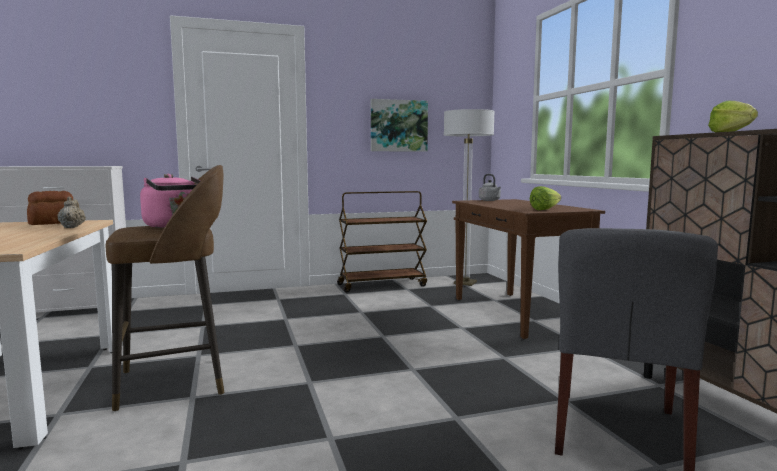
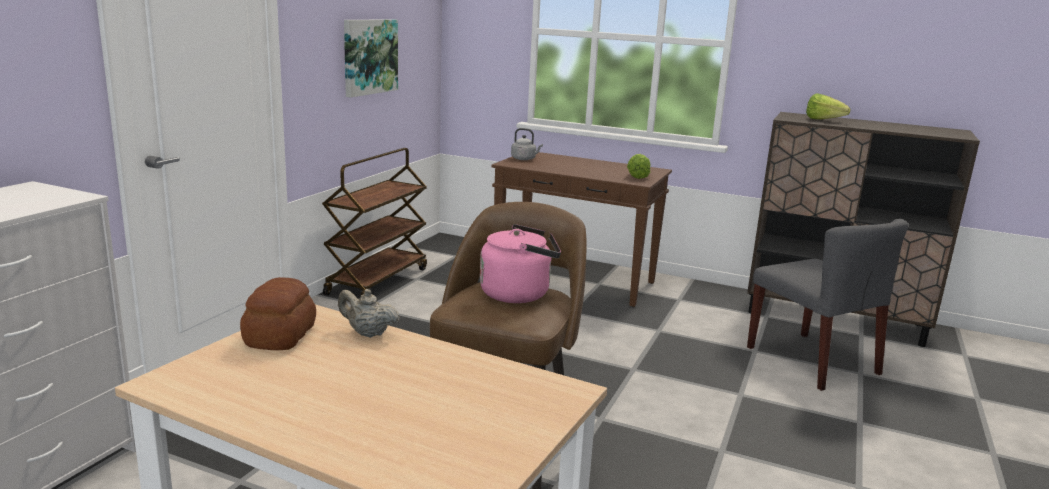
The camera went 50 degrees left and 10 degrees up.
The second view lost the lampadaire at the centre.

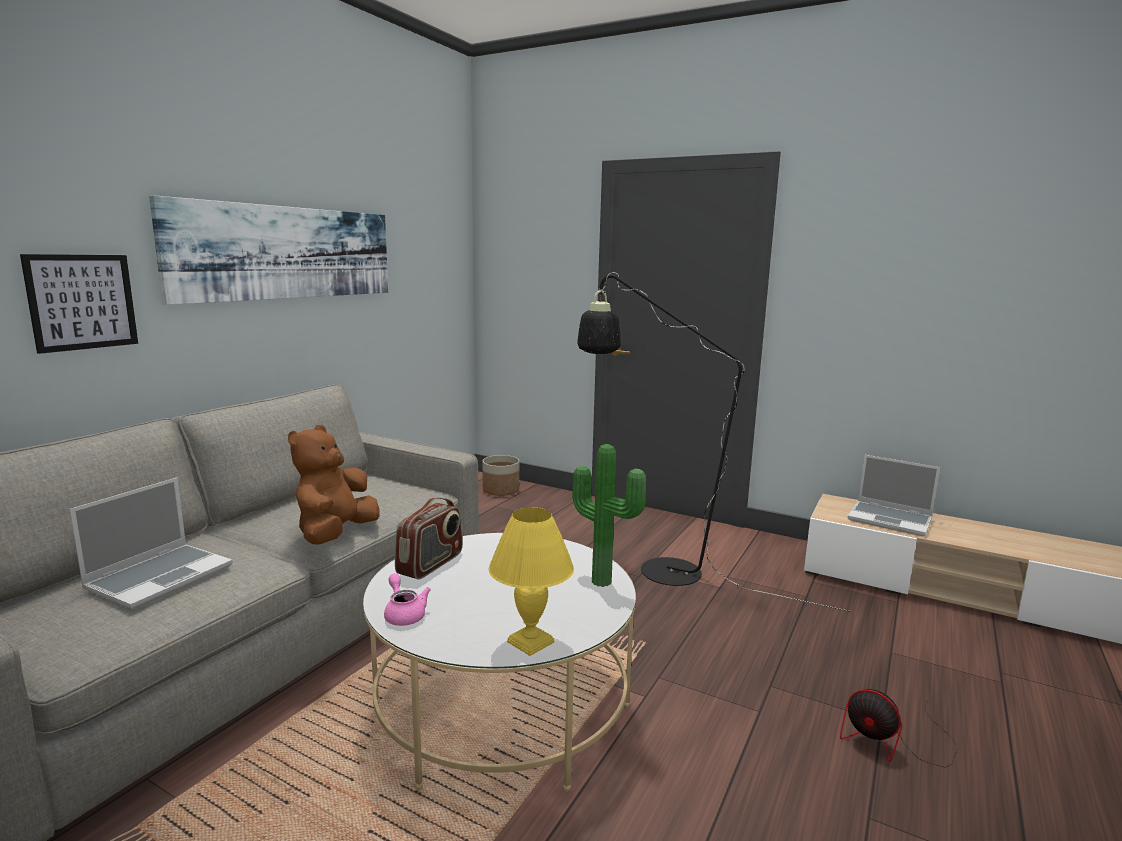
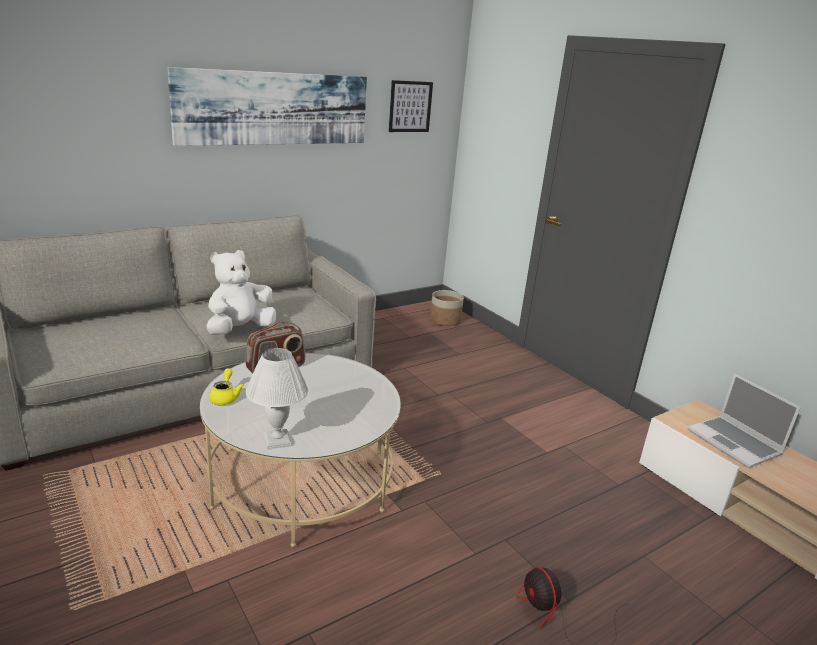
The camera went 25 degrees right and 10 degrees up.
The second view lost the ordinateur portable (no. 1 from left) at the middle left.
The second view lost the plante en pot at the centre.
The second view lost the lampadaire/noir at the centre.
The tableau (no. 1 from left in the first image) ended up elsewhere, having gone from the middle left to the top centre.
What was the peluche/marron at the middle left turned into the peluche/blanc at the middle left.
What was the théière/rose at the bottom centre turned into the théière/jaune at the middle left.
What was the lampe de table/jaune at the bottom centre turned into the lampe de table/blanc at the centre.

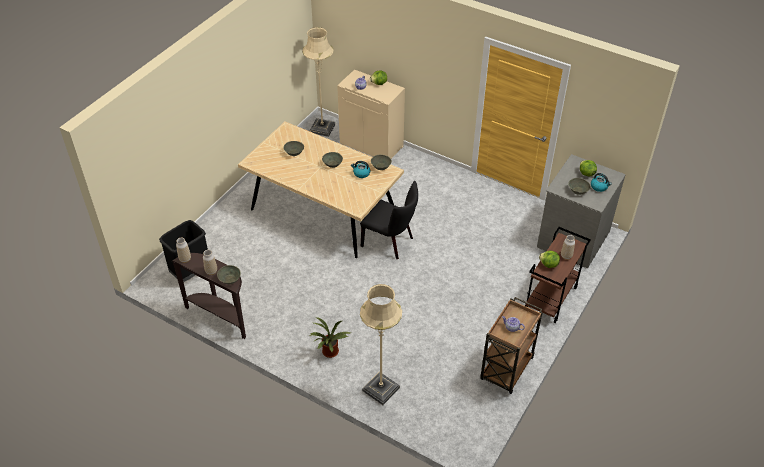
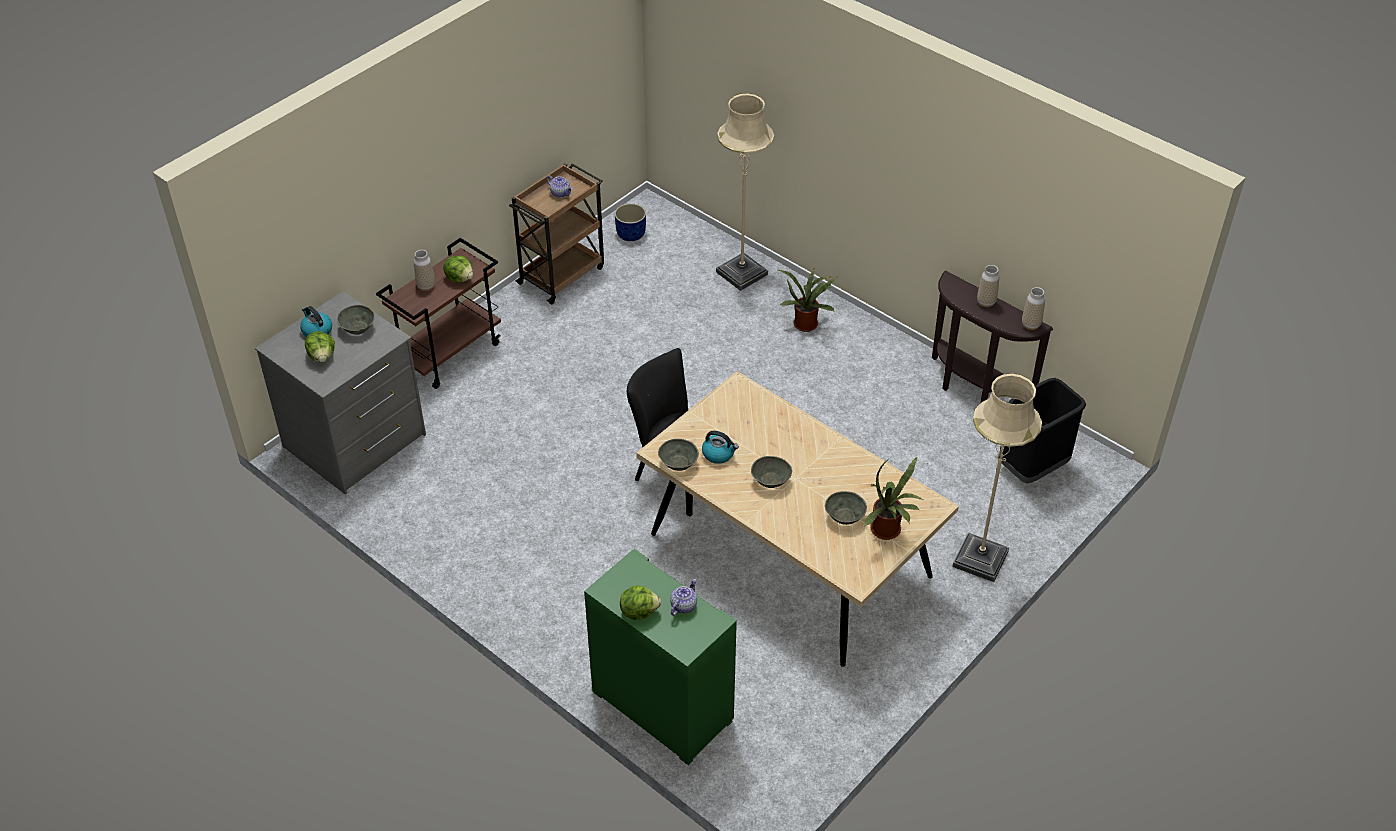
The camera went 170 degrees left and 0 degrees up.
The second view lost the bol/gris (no. 1 from left) at the middle left.
The second view gained the cache-pot/bleu at the top centre.
The second view gained the plante en pot (no. 2 from left) at the centre.
The lampadaire/beige (no. 1 from left in the first image) ended up elsewhere, having gone from the top centre to the middle right.
What was the meuble de rangement/beige at the top centre turned into the meuble de rangement/vert at the bottom centre.

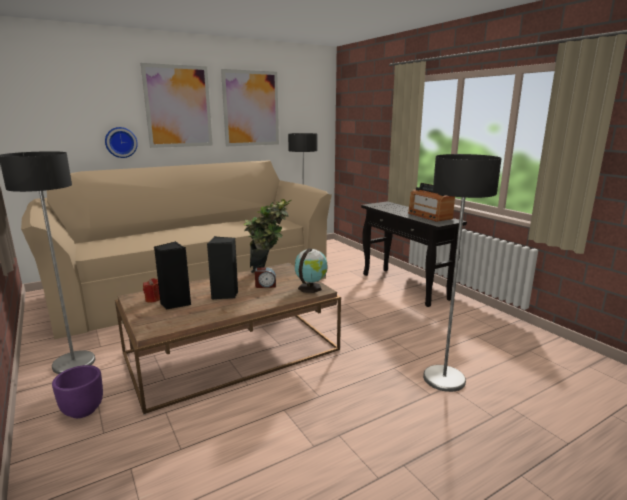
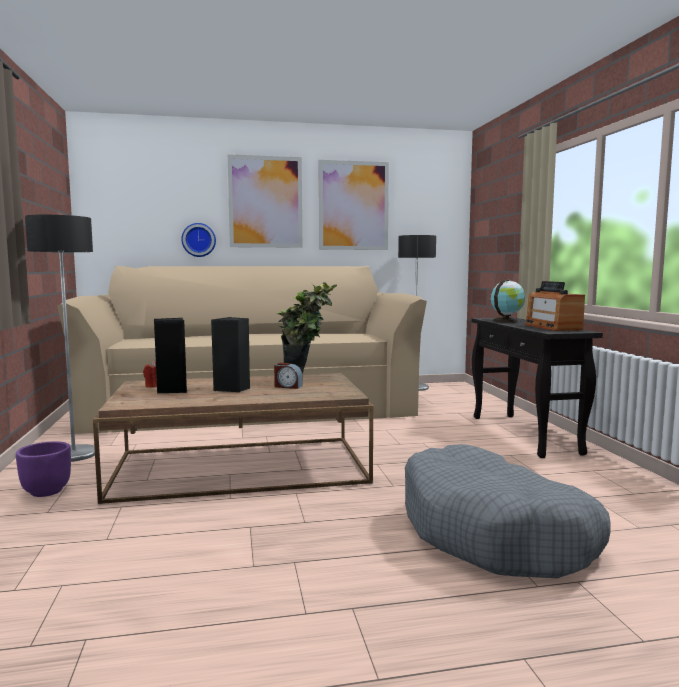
The camera went 20 degrees right and 10 degrees down.
The globe ended up elsewhere, having gone from the centre to the middle right.
Where the lampadaire (no. 3 from left) stood at the middle right, the panier pour chien/gris came to stand at the bottom right.

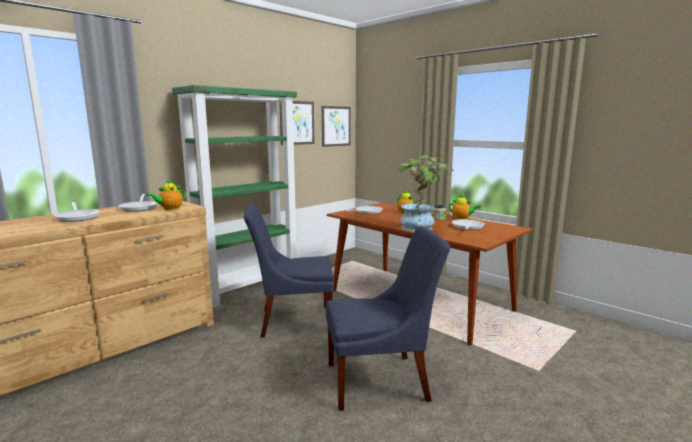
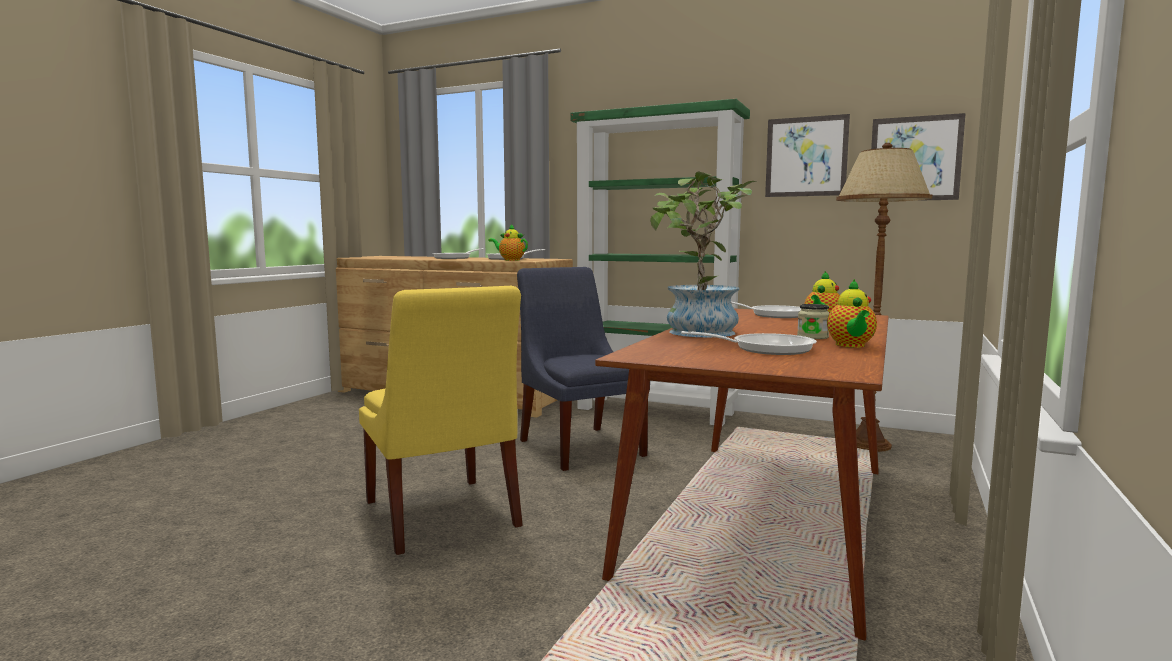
The camera went 70 degrees right and 5 degrees down.
The second view gained the lampadaire/marron at the middle right.
What was the chaise/bleu (no. 2 from left) at the bottom centre turned into the chaise/jaune at the centre.

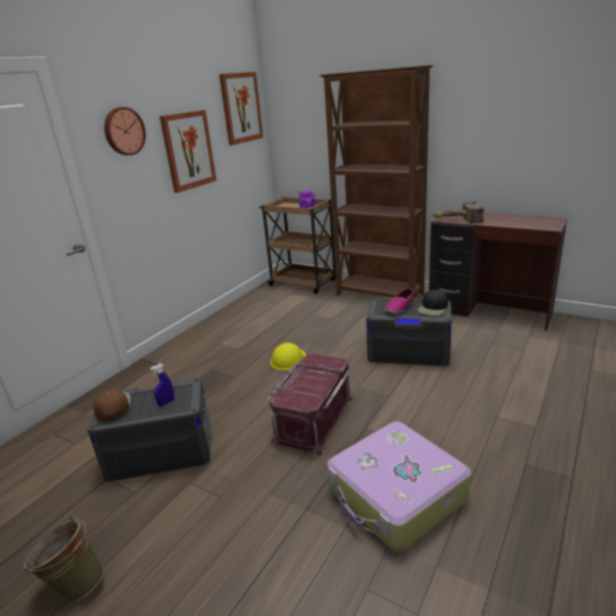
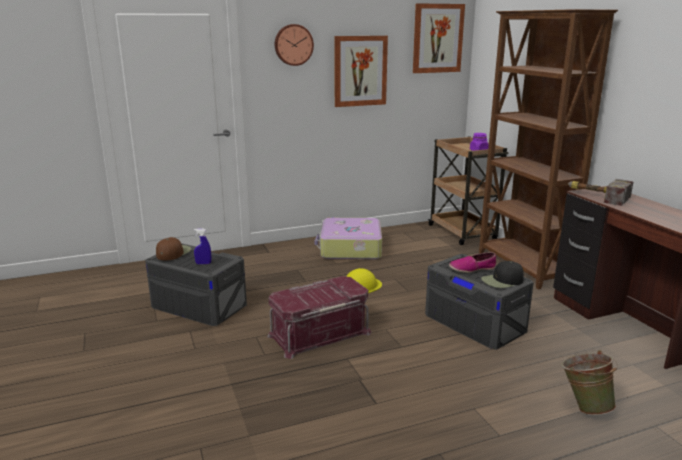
The camera went 35 degrees right and 5 degrees down.
The seau/vert ended up elsewhere, having gone from the bottom left to the bottom right.
The valise ended up elsewhere, having gone from the bottom centre to the centre.

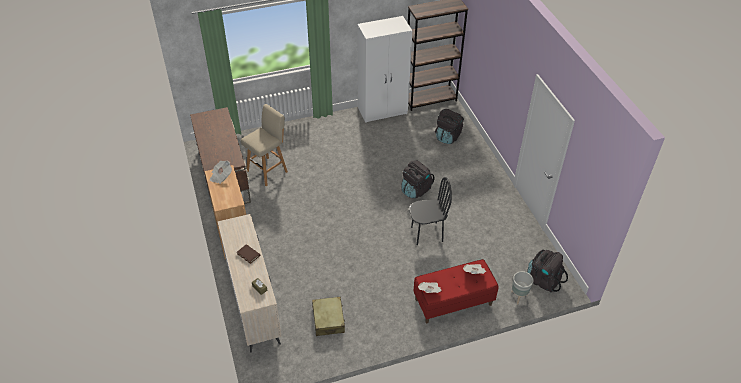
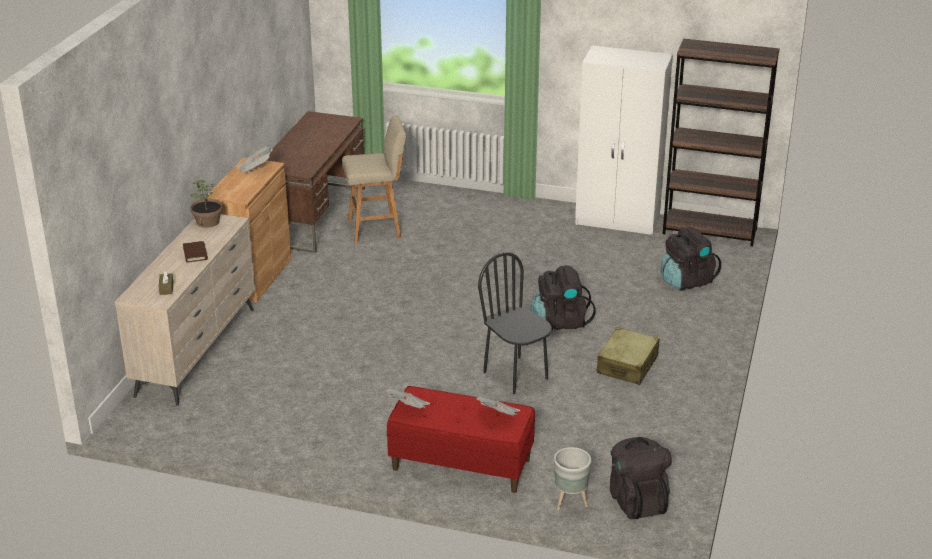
The camera went 35 degrees right and 15 degrees down.
The second view gained the plante en pot at the middle left.
The valise/beige ended up elsewhere, having gone from the bottom centre to the middle right.
The chaise/noir at the centre ended up facing another way, 150 degrees counterclockwise from before.

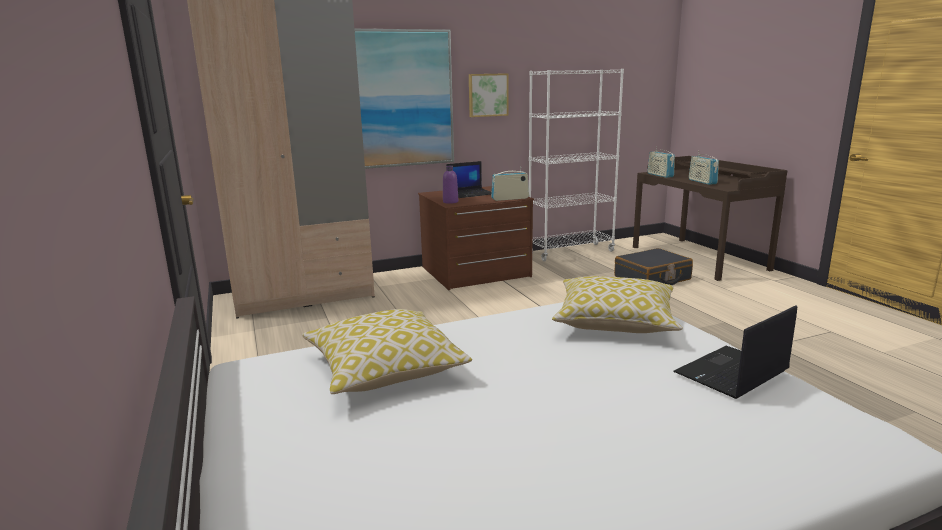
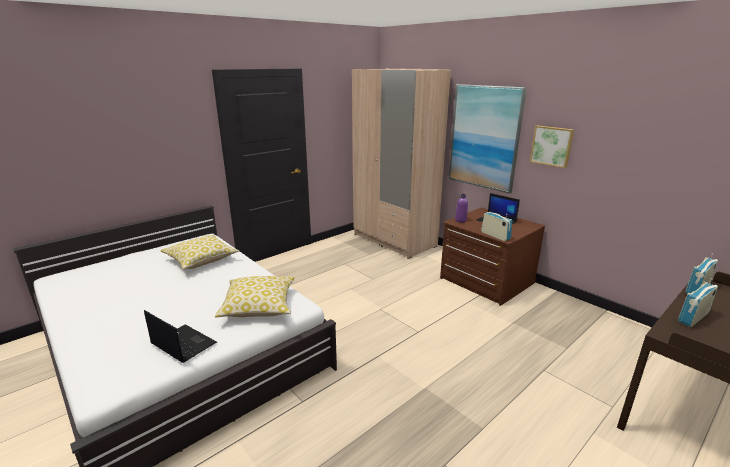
The camera went 70 degrees right and 5 degrees up.
The second view lost the bibliothèque/blanc at the top centre.
The second view lost the valise/noir at the middle right.

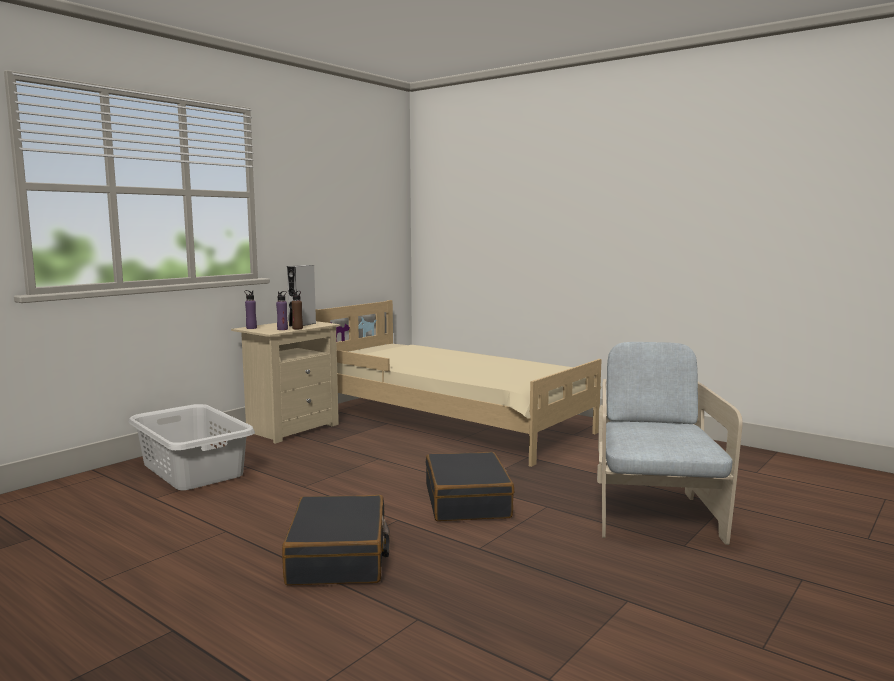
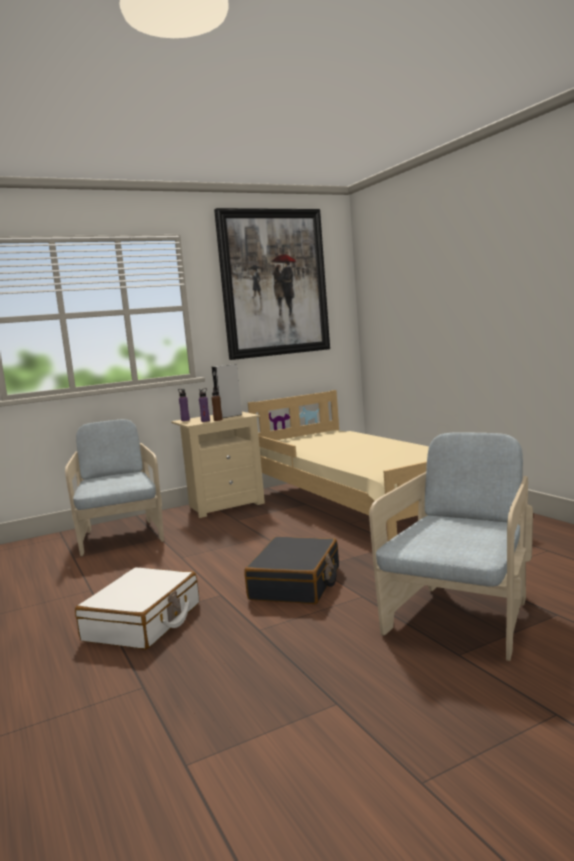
The camera went 25 degrees right and 0 degrees up.
The second view gained the tableau at the top centre.
Where the panier à linge/gris stood at the middle left, the fauteuil/beige (no. 1 from left) came to stand at the middle left.
What was the valise/noir (no. 1 from left) at the bottom centre turned into the valise/blanc at the bottom left.

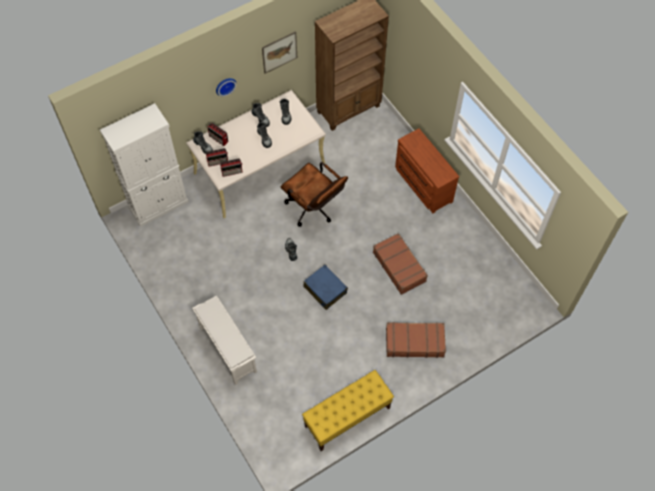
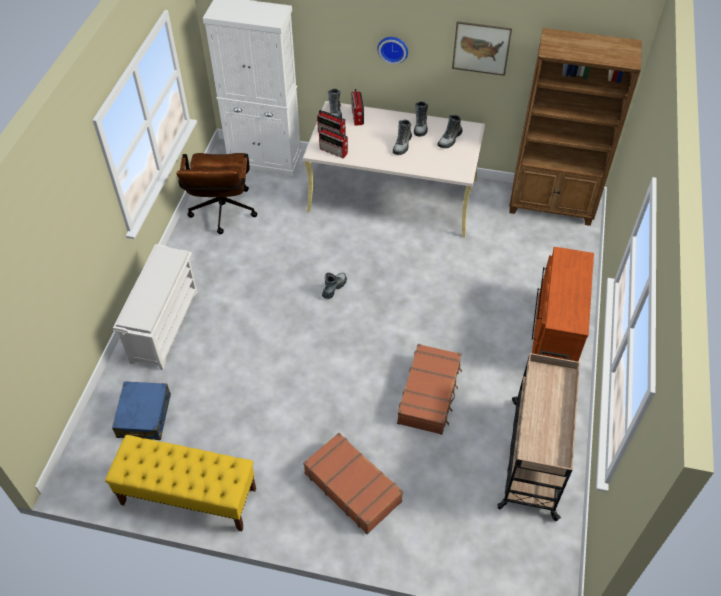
The camera went 45 degrees right and 10 degrees down.
The second view gained the chariot/beige at the bottom right.
The chaise de bureau/marron ended up elsewhere, having gone from the centre to the top left.
The valise/bleu ended up elsewhere, having gone from the centre to the bottom left.

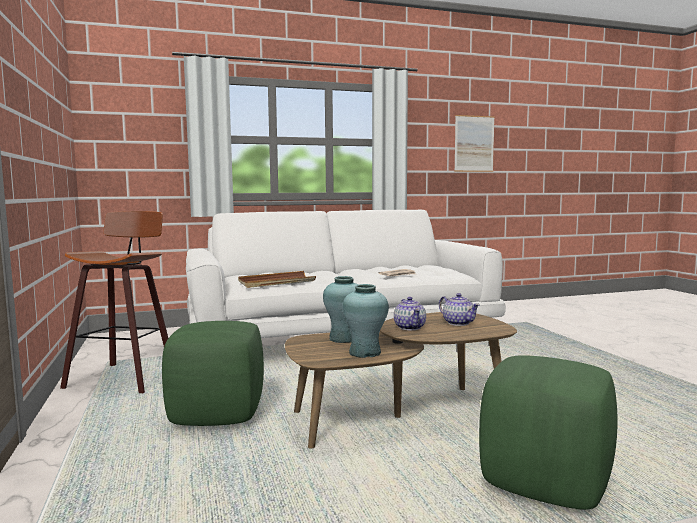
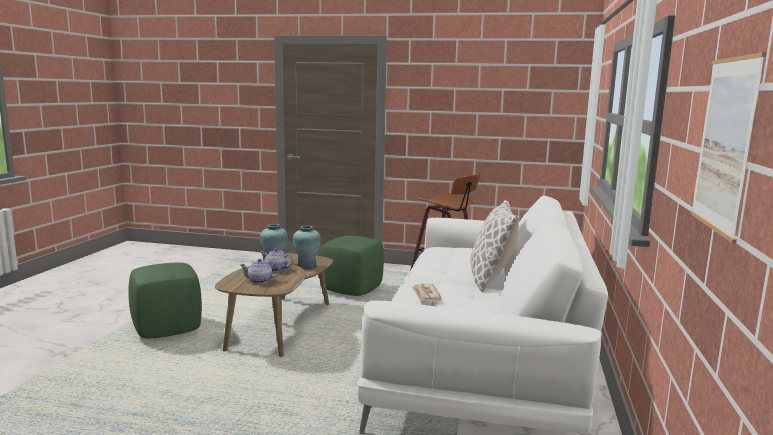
The camera went 120 degrees right and 5 degrees up.
The second view lost the plateau/marron at the centre.
The second view gained the coussin at the centre.

